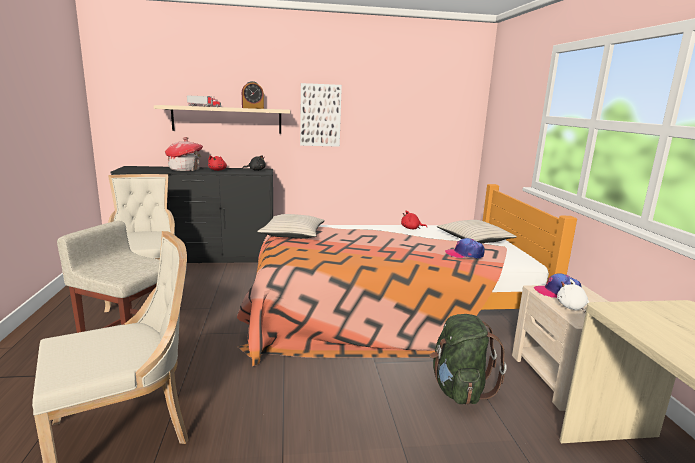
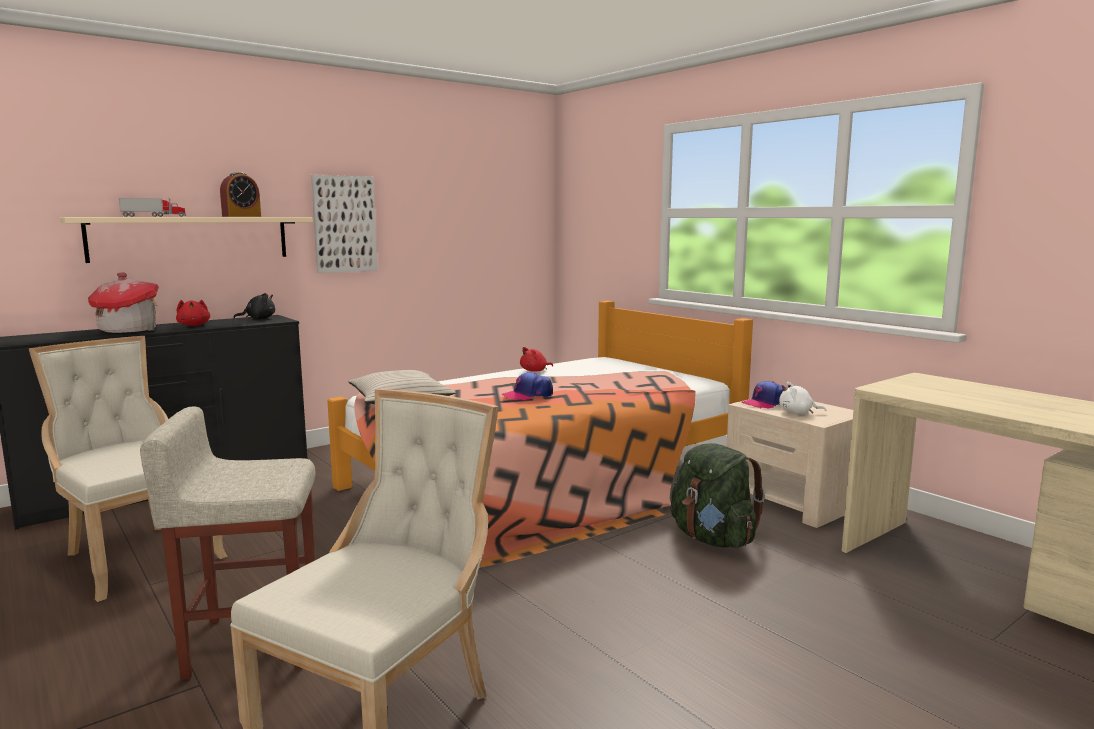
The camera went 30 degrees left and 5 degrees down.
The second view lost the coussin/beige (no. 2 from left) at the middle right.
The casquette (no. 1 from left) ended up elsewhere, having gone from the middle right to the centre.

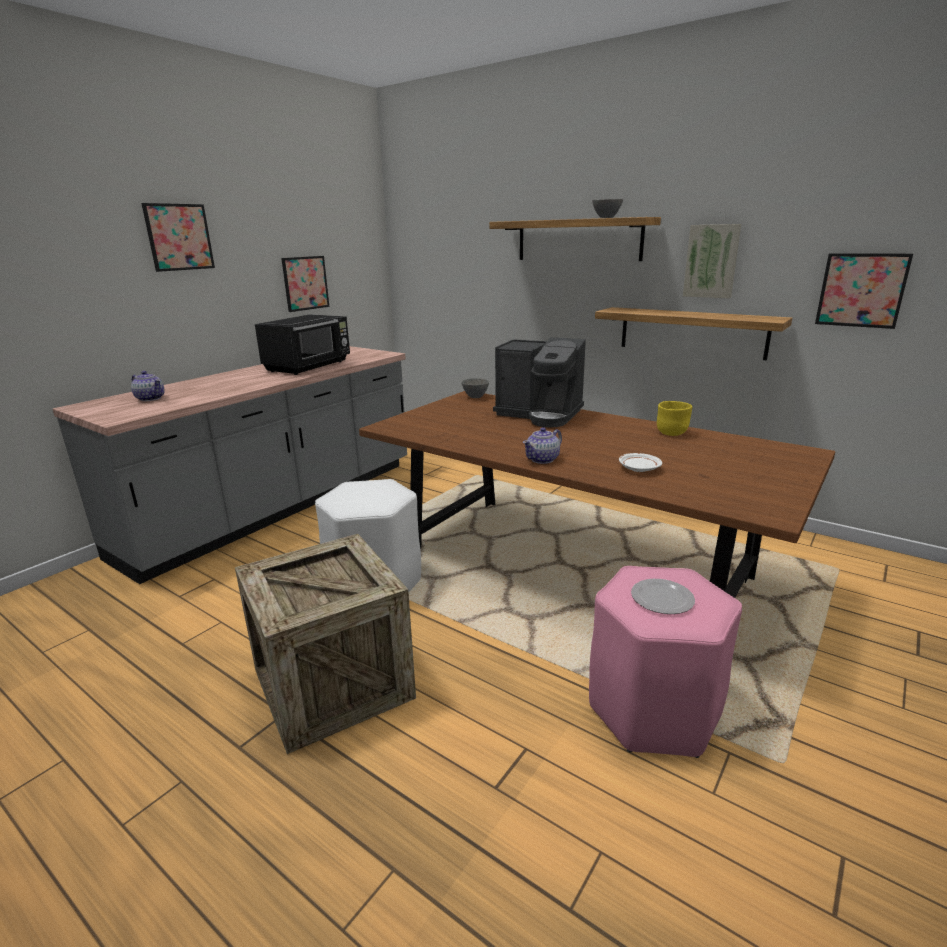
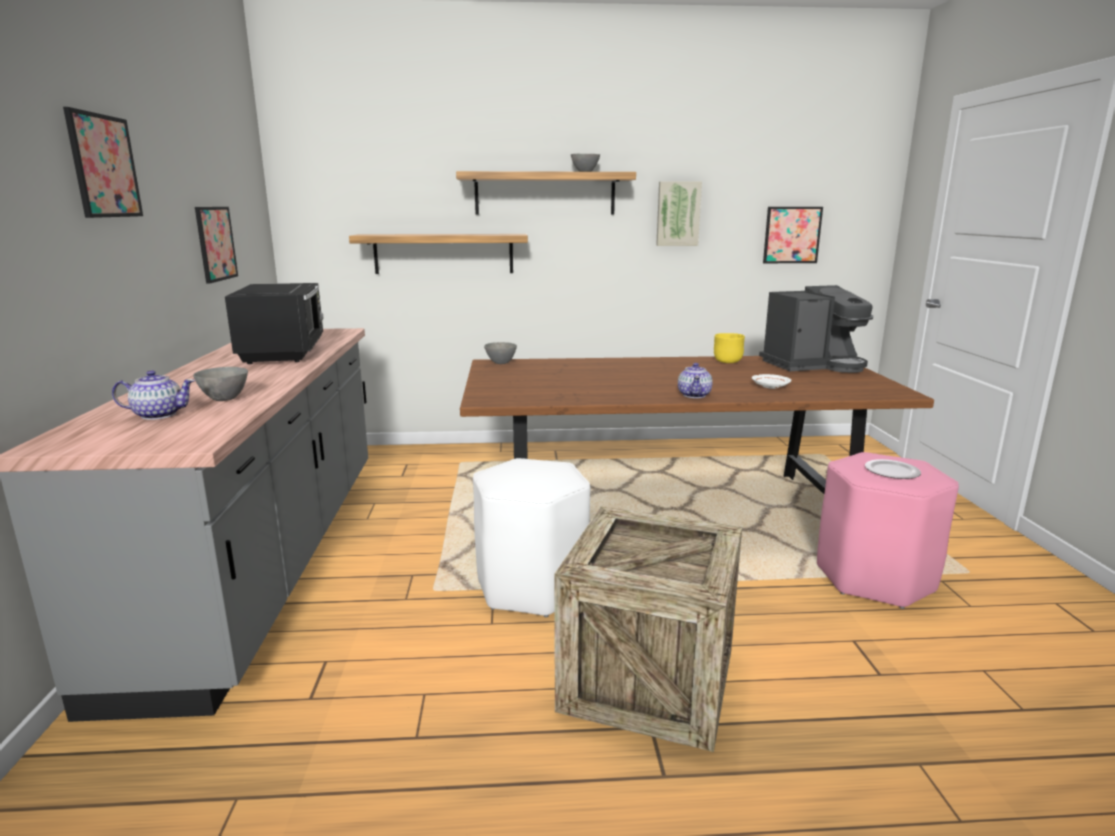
The camera went 40 degrees left and 5 degrees down.
The second view gained the bol/gris (no. 1 from left) at the middle left.
The machine à café ended up elsewhere, having gone from the centre to the middle right.
The étagère (no. 2 from left in the first image) ended up elsewhere, having gone from the middle right to the top centre.

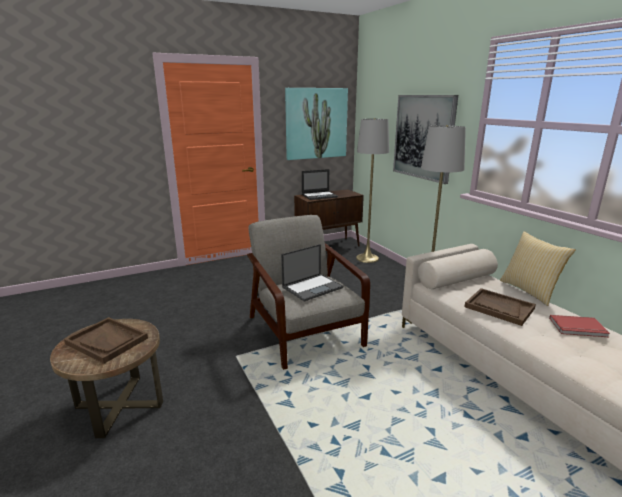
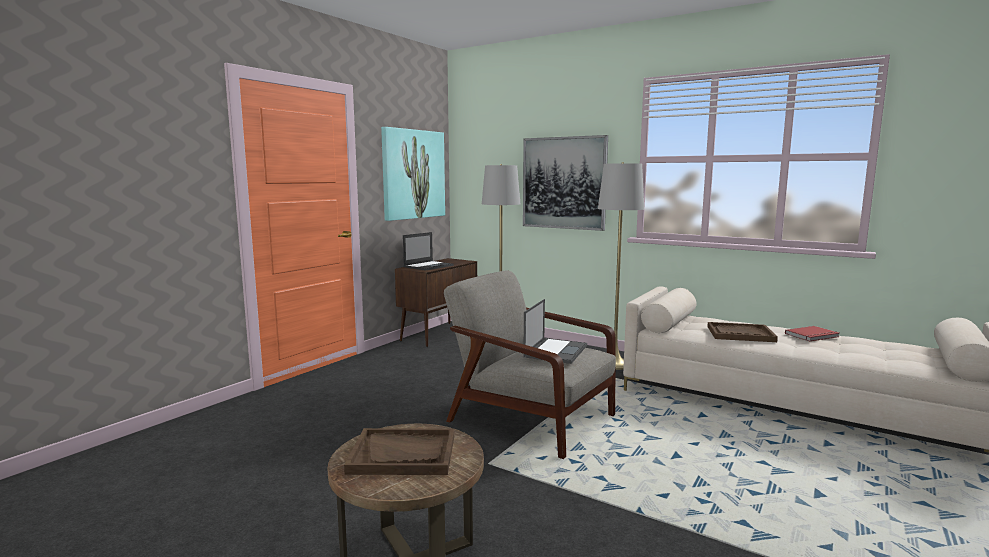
The camera went 30 degrees left and 10 degrees down.
The second view lost the coussin at the middle right.

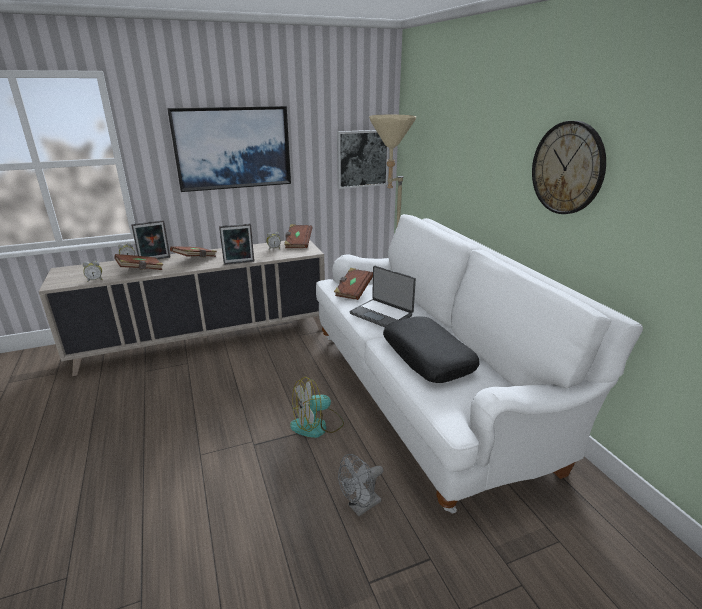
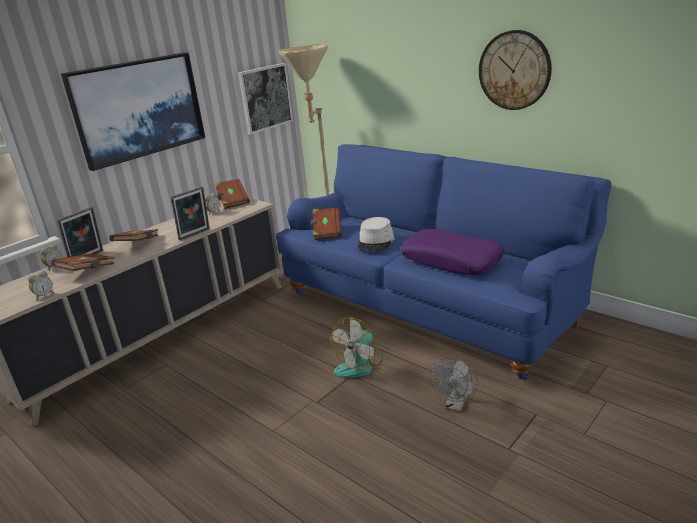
The camera went 25 degrees left and 0 degrees up.
Where the ordinateur portable stood at the centre, the chapeau/gris came to stand at the centre.
What was the canapé/blanc at the middle right turned into the canapé/bleu at the centre.
What was the coussin/noir at the centre turned into the coussin/violet at the centre.

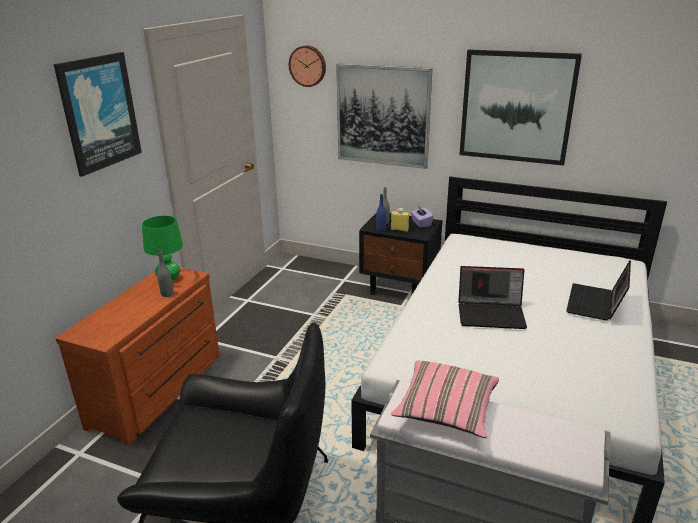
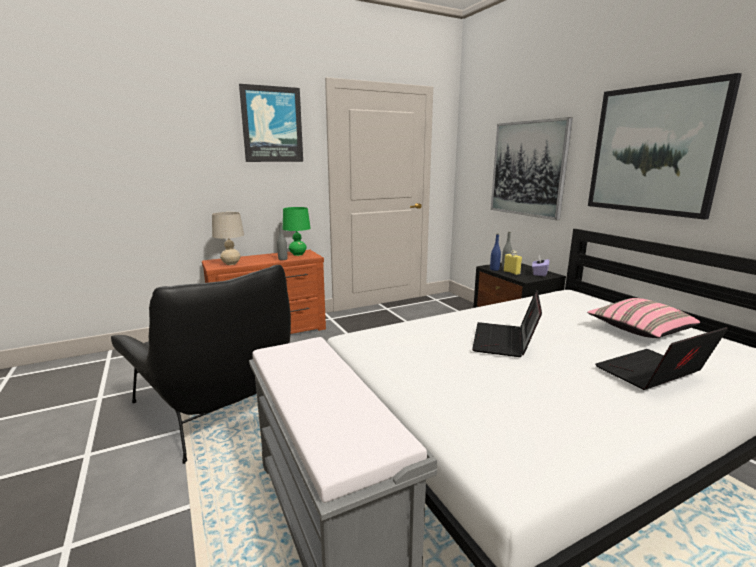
The camera went 40 degrees right and 10 degrees down.
The second view lost the horloge murale at the top centre.
The second view gained the lampe de table/beige at the middle left.
The coussin/rose ended up elsewhere, having gone from the bottom centre to the middle right.
The ordinateur portable (no. 1 from left) at the middle right ended up facing another way, 60 degrees clockwise from before.

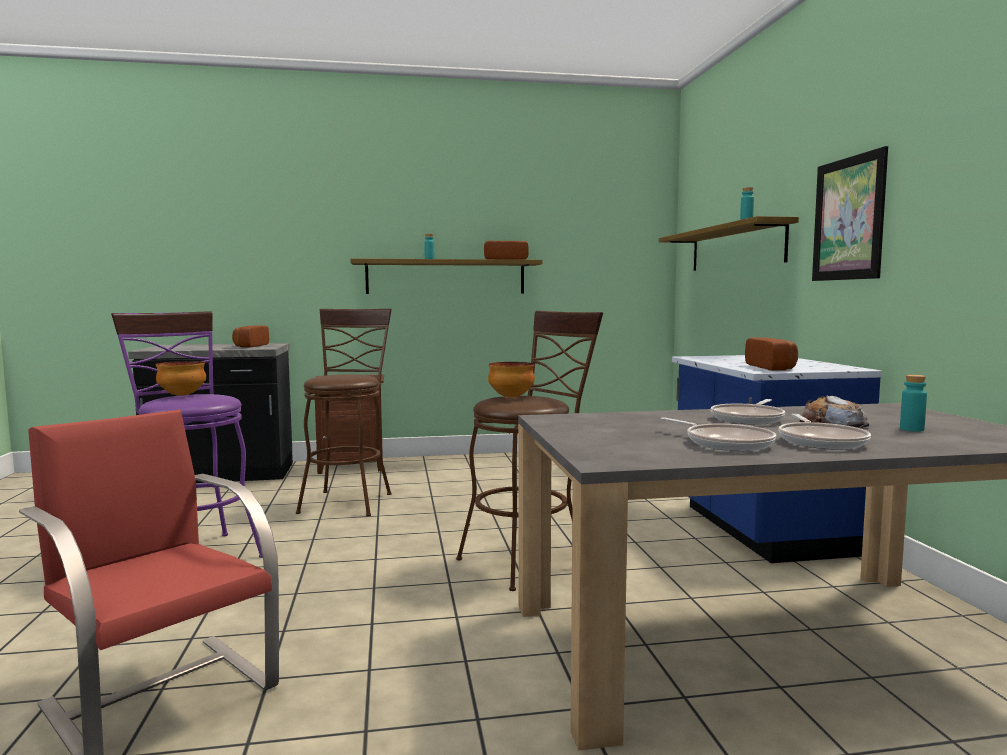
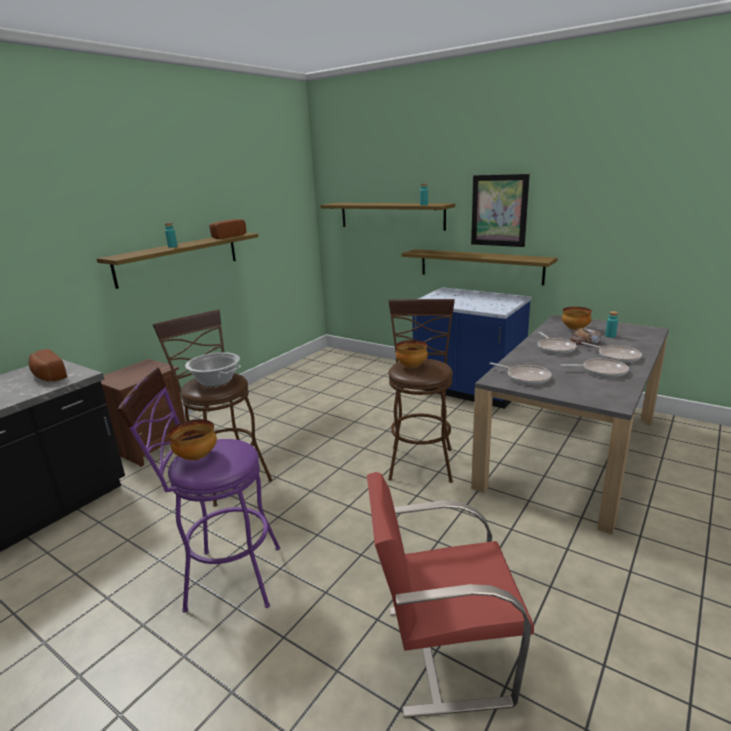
The camera went 45 degrees left and 15 degrees up.
The second view lost the pain (no. 3 from left) at the middle right.
The second view gained the marmite at the middle left.
The second view gained the étagère (no. 3 from left) at the centre.
The second view gained the poêle (no. 1 from left) at the middle right.
The second view gained the bol (no. 3 from left) at the middle right.

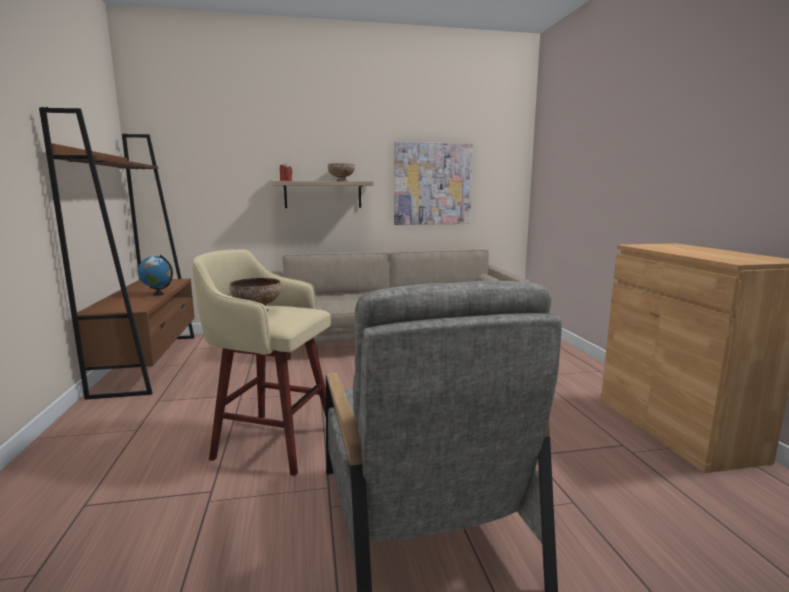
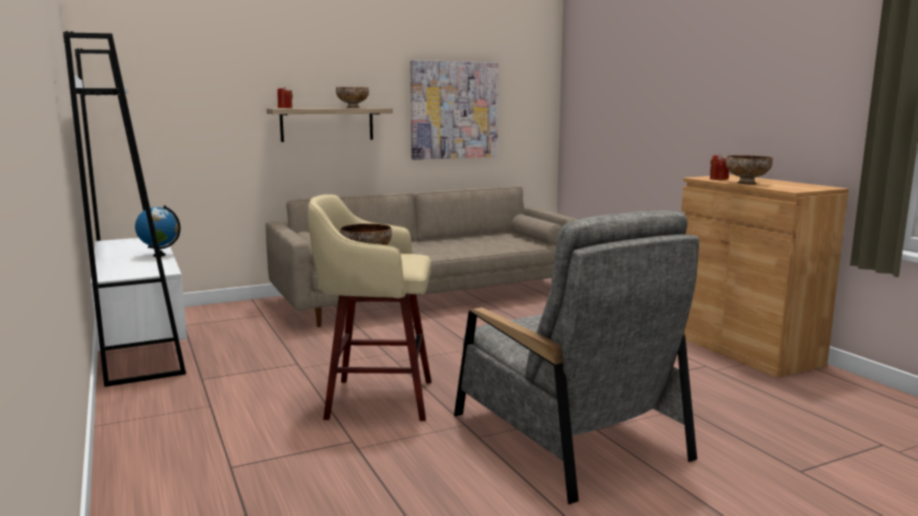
The camera went 15 degrees left and 0 degrees up.
The second view gained the bougie/rouge (no. 2 from left) at the top right.
The second view gained the bol (no. 3 from left) at the top right.
What was the bibliothèque/marron at the middle left turned into the bibliothèque/blanc at the middle left.

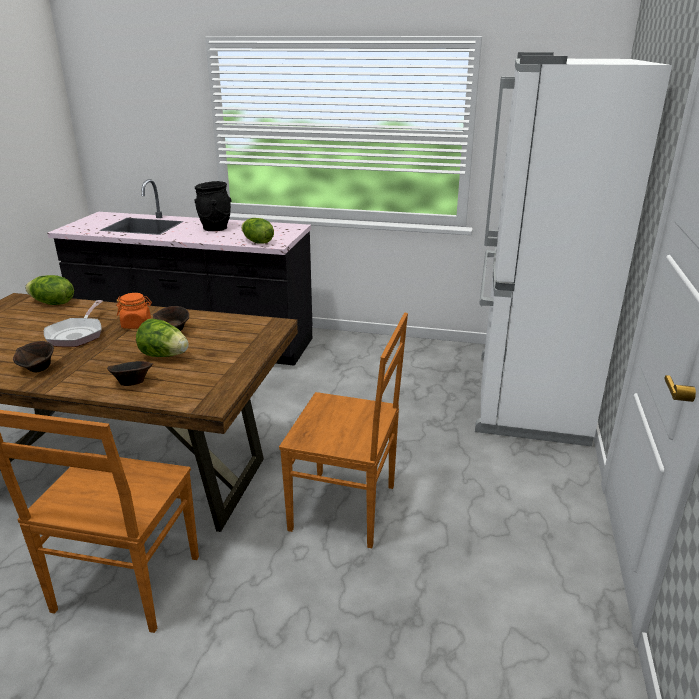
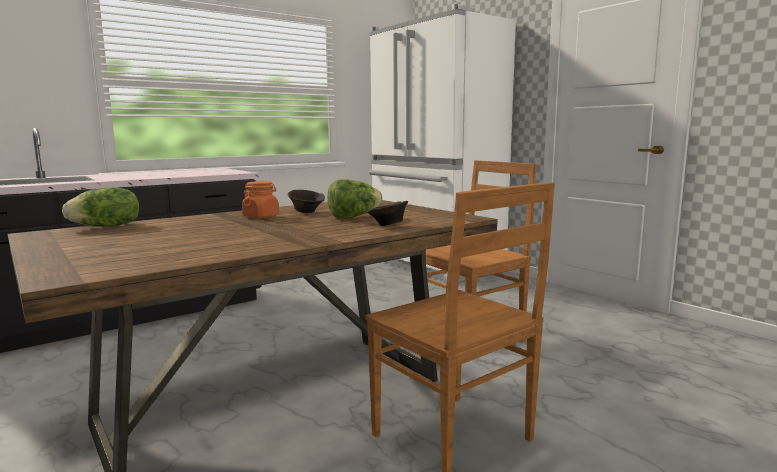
The camera went 50 degrees left and 15 degrees down.
The second view lost the bol/marron (no. 1 from left) at the middle left.
The second view lost the poêle at the middle left.
The second view lost the vase/noir at the top left.
The second view lost the laitue (no. 3 from left) at the top centre.

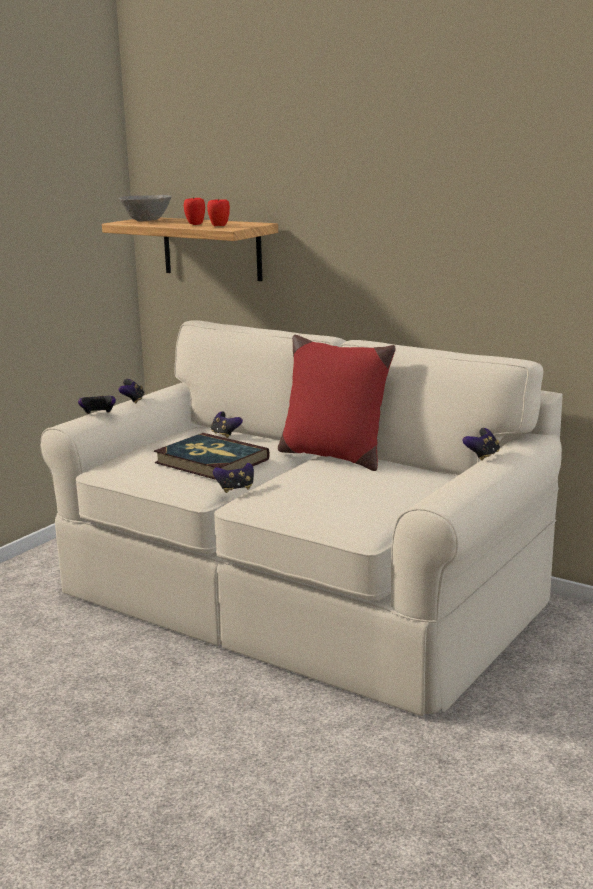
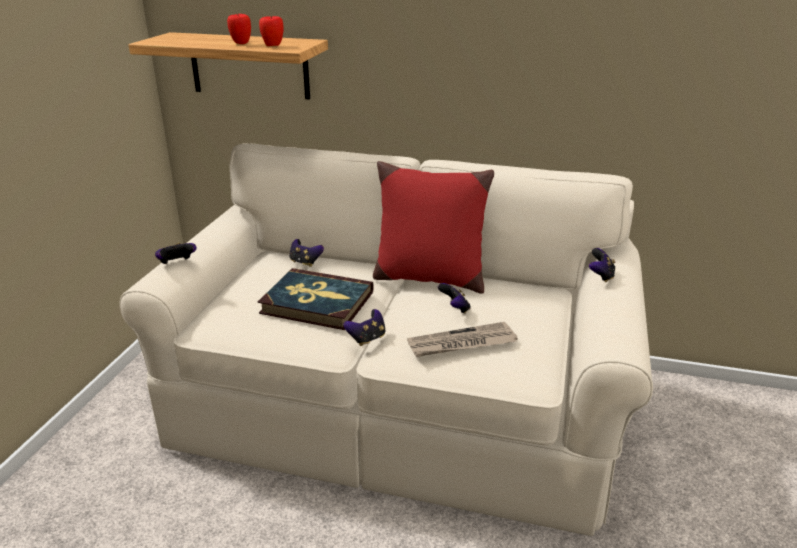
The camera went 20 degrees left and 10 degrees up.
The second view lost the bol/gris at the top left.
The second view gained the journal at the centre.
The manette (no. 2 from left in the first image) ended up elsewhere, having gone from the middle left to the centre.

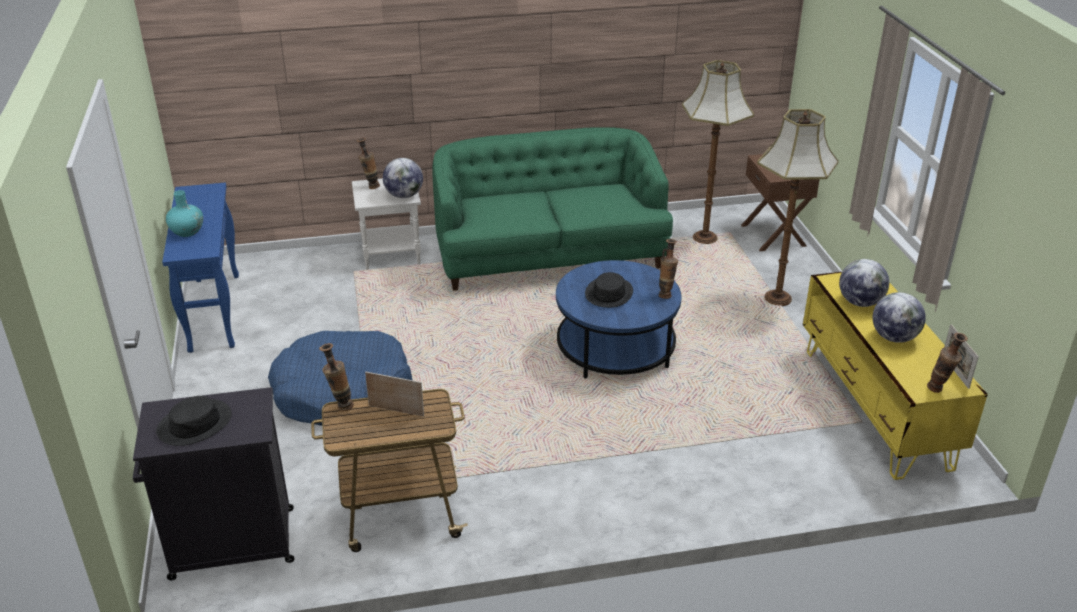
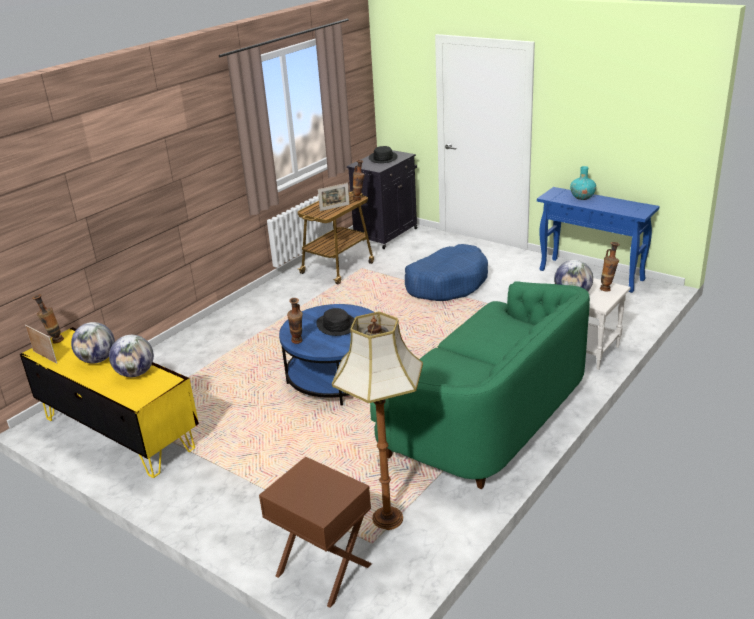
The camera went 140 degrees right and 5 degrees down.
The second view lost the lampadaire (no. 2 from left) at the middle right.

